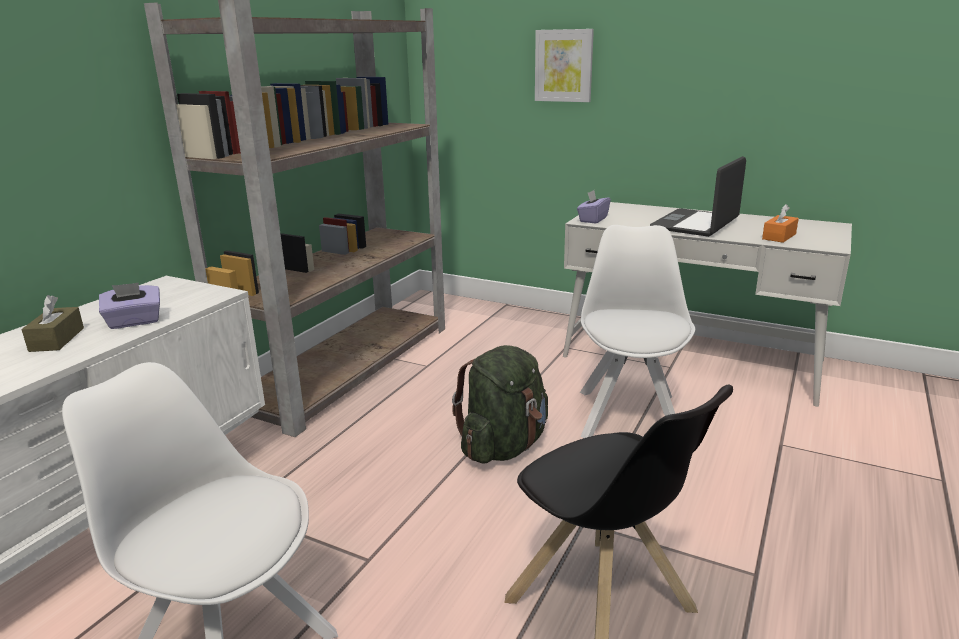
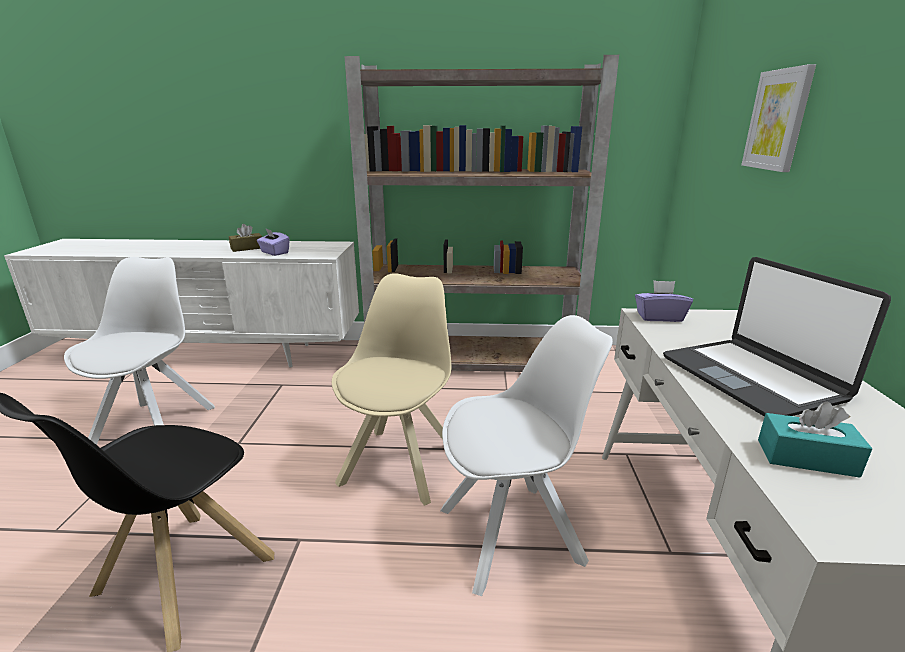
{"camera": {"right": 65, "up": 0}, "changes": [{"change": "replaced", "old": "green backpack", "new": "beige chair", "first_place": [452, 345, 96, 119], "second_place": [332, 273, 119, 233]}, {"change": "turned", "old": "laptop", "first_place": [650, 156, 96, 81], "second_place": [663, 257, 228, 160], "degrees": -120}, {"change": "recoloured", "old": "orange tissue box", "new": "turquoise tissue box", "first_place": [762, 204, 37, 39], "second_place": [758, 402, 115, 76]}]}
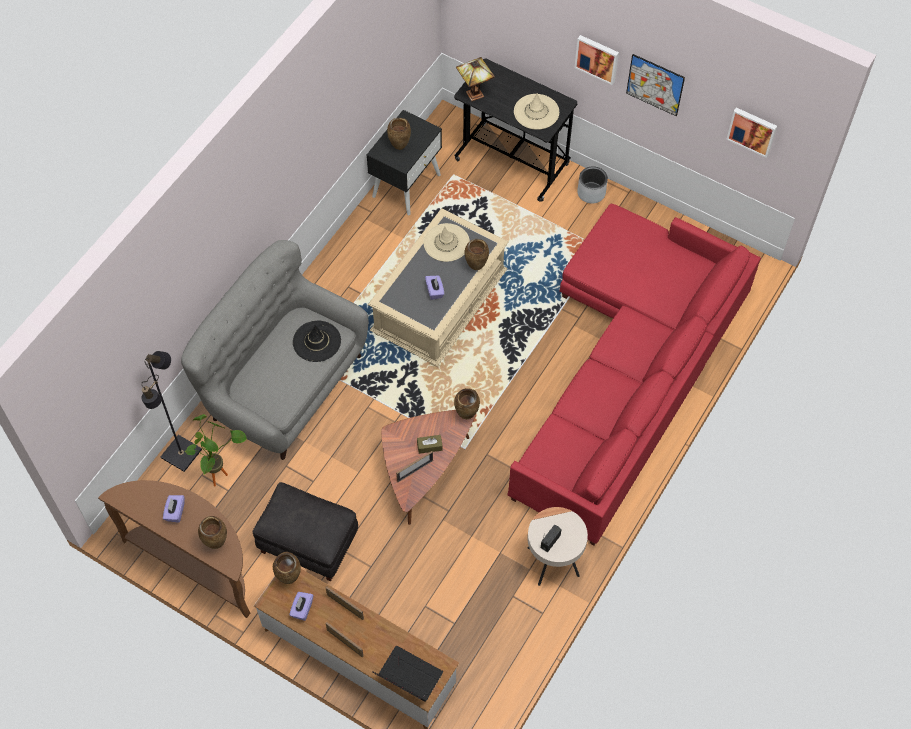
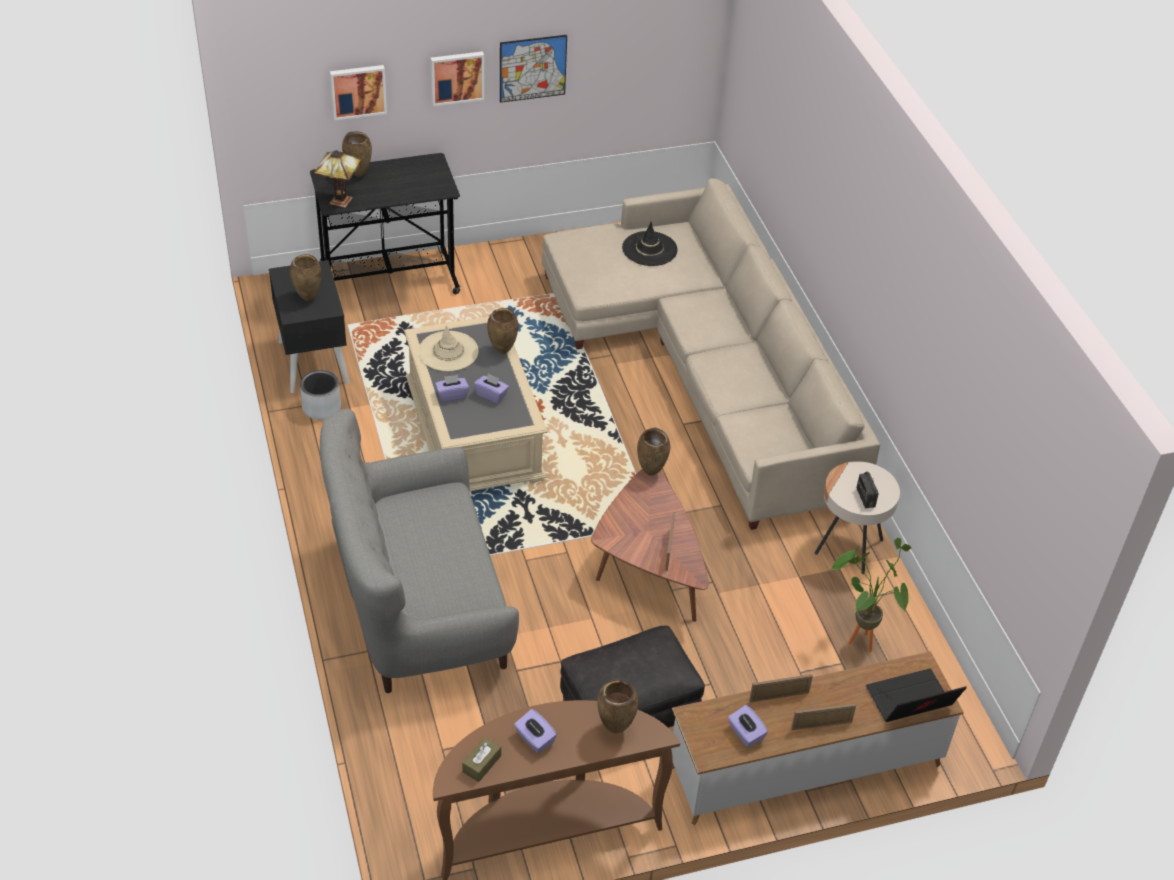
{"camera": {"right": -50, "up": -15}, "changes": [{"change": "removed", "old": "black floor lamp", "first_place": [141, 351, 61, 121]}, {"change": "moved", "old": "potted plant", "first_place": [185, 414, 62, 72], "second_place": [831, 538, 81, 114]}, {"change": "moved", "old": "brown vase", "first_place": [273, 552, 28, 32], "second_place": [342, 132, 30, 45]}, {"change": "moved", "old": "black hat", "first_place": [293, 321, 48, 41], "second_place": [622, 222, 56, 44]}, {"change": "moved", "old": "brown tissue box", "first_place": [417, 435, 26, 19], "second_place": [462, 737, 39, 45]}, {"change": "recoloured", "old": "red sofa", "new": "beige sofa", "first_place": [507, 203, 254, 342], "second_place": [542, 178, 338, 352]}, {"change": "removed", "old": "beige hat", "first_place": [514, 93, 45, 37]}, {"change": "moved", "old": "grey planter", "first_place": [577, 166, 31, 37], "second_place": [300, 370, 41, 50]}, {"change": "moved", "old": "picture", "first_place": [726, 108, 51, 50], "second_place": [330, 65, 57, 55]}, {"change": "added", "new": "purple tissue box", "second_place": [435, 375, 34, 27]}]}
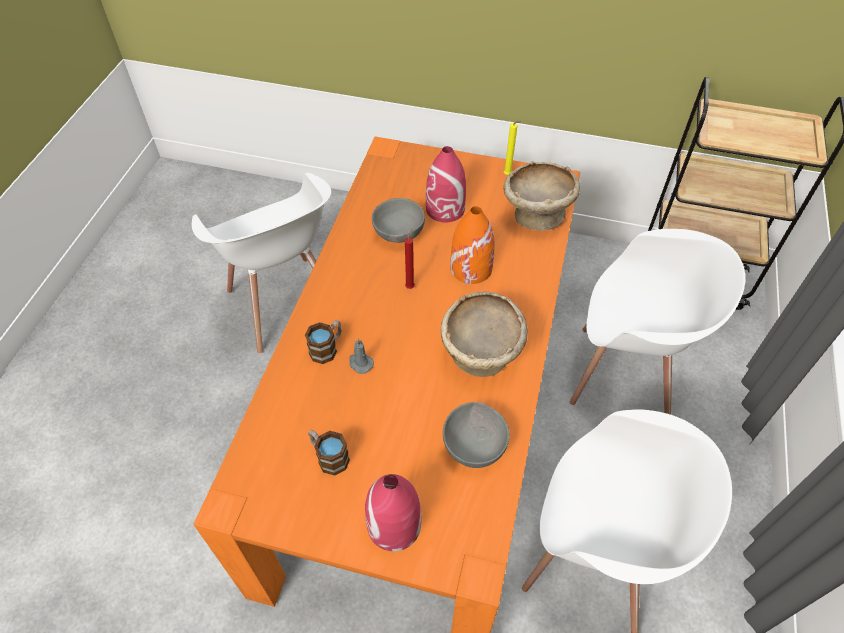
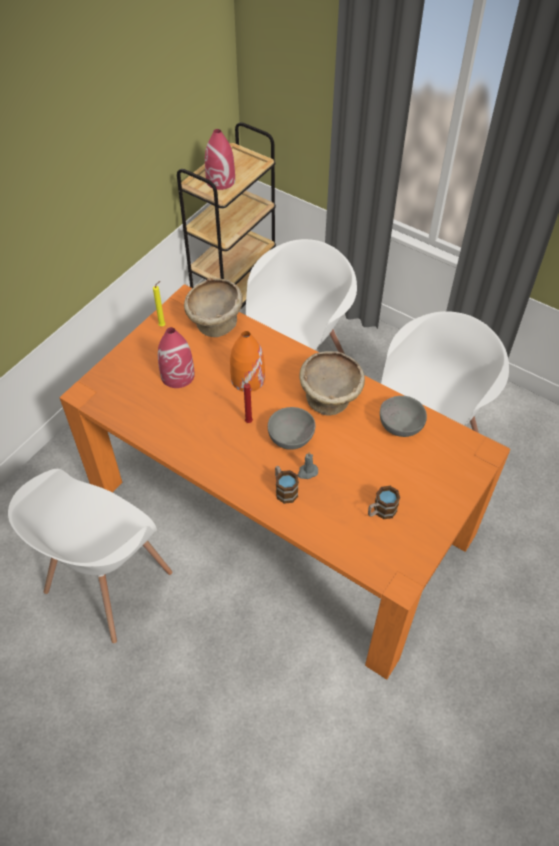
{"camera": {"right": -70, "up": 0}, "changes": [{"change": "turned", "old": "white chair", "first_place": [192, 173, 139, 180], "second_place": [8, 469, 164, 174], "degrees": 135}, {"change": "moved", "old": "red vase", "first_place": [365, 474, 56, 77], "second_place": [205, 129, 30, 61]}, {"change": "moved", "old": "grey bowl", "first_place": [372, 198, 53, 45], "second_place": [268, 407, 47, 43]}]}
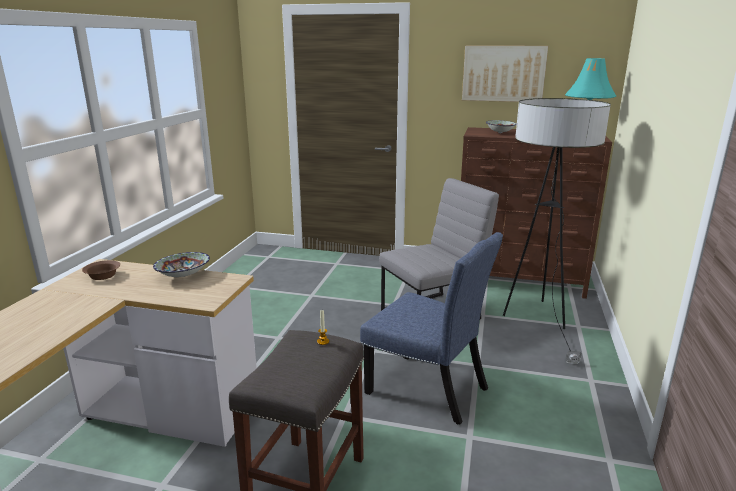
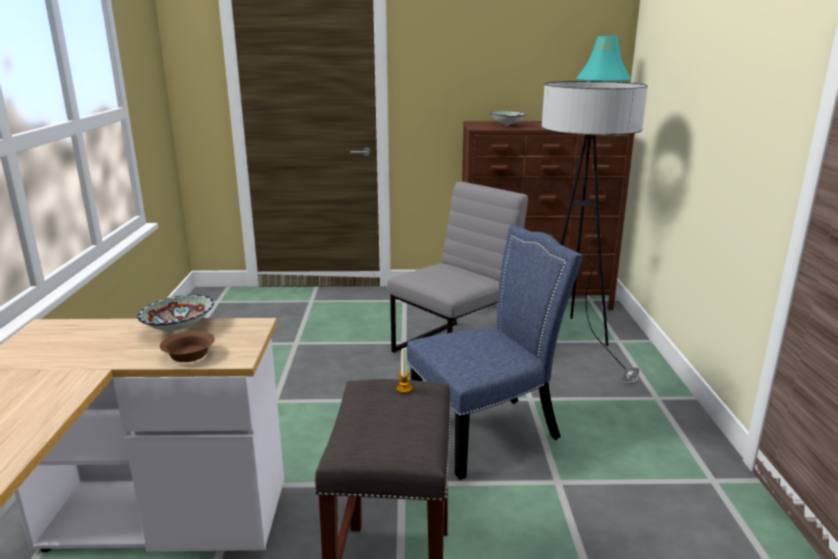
{"camera": {"right": -15, "up": 0}, "changes": [{"change": "moved", "old": "brown bowl", "first_place": [82, 260, 38, 20], "second_place": [160, 331, 55, 31]}, {"change": "turned", "old": "blue chair", "first_place": [360, 232, 143, 192], "second_place": [407, 224, 176, 256], "degrees": -45}, {"change": "removed", "old": "picture", "first_place": [462, 46, 86, 56]}]}
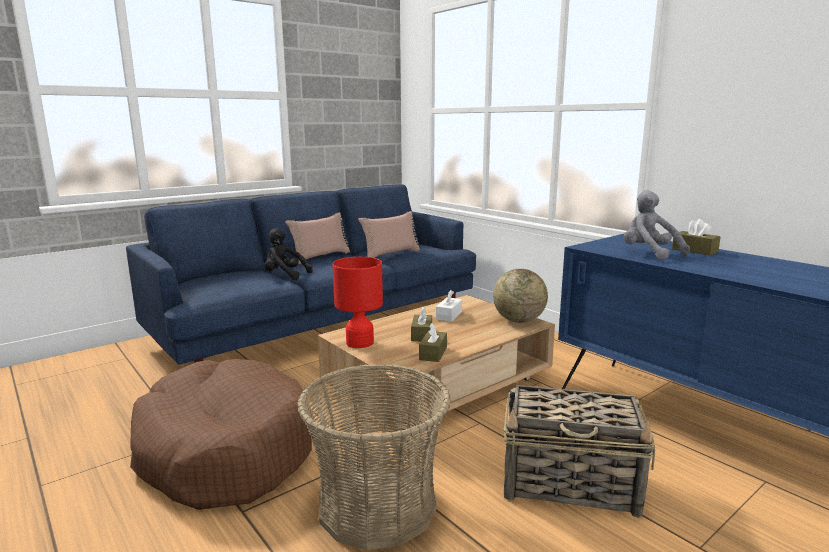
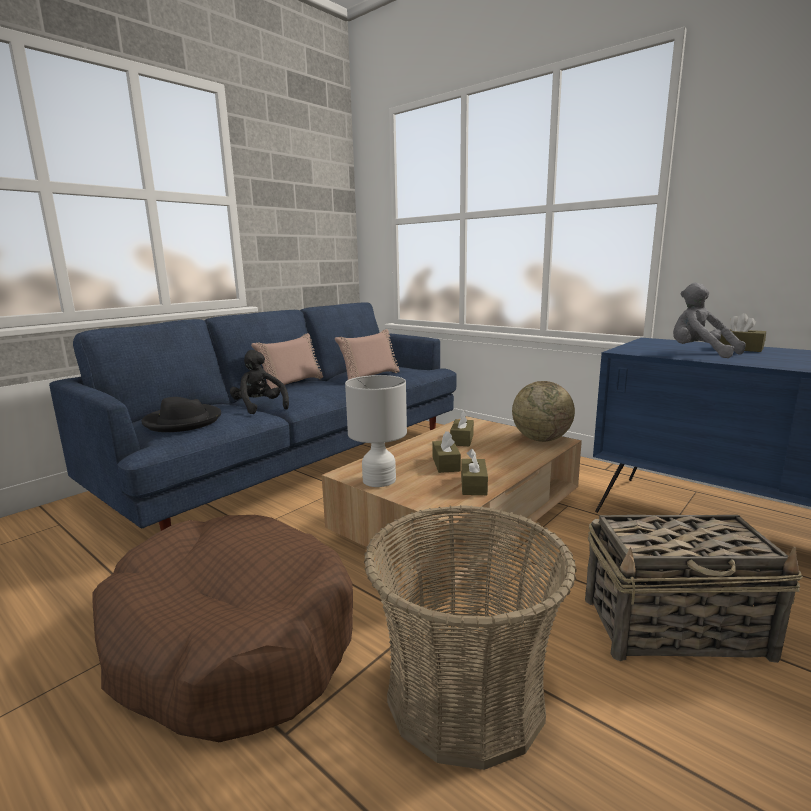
{"camera": {"right": -10, "up": 0}, "changes": [{"change": "turned", "old": "black plush toy", "first_place": [264, 228, 49, 52], "second_place": [230, 350, 59, 64], "degrees": 45}, {"change": "recoloured", "old": "red table lamp", "new": "grey table lamp", "first_place": [333, 257, 50, 91], "second_place": [345, 375, 62, 112]}, {"change": "recoloured", "old": "white tissue box", "new": "brown tissue box", "first_place": [436, 290, 26, 32], "second_place": [450, 410, 24, 37]}, {"change": "added", "new": "black hat", "second_place": [141, 397, 80, 35]}]}
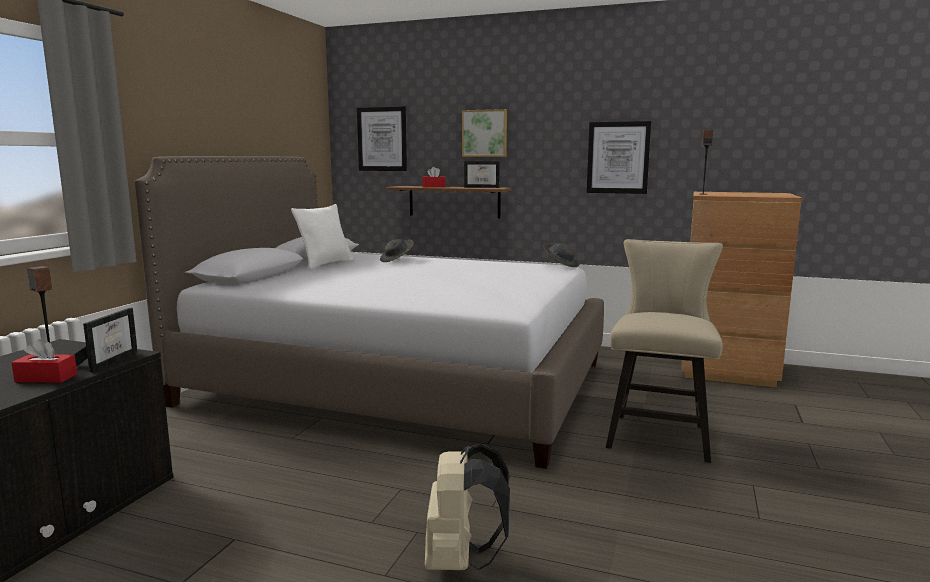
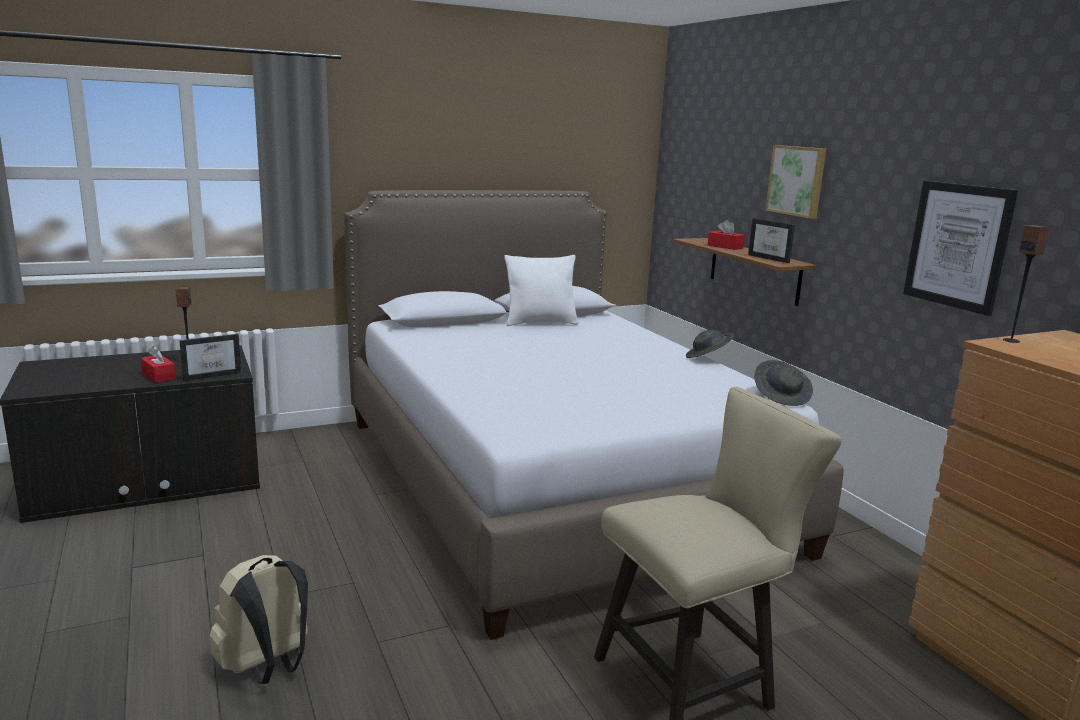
{"camera": {"right": 45, "up": 5}, "changes": [{"change": "removed", "old": "picture", "first_place": [357, 106, 50, 65]}, {"change": "moved", "old": "grey hat", "first_place": [380, 239, 34, 23], "second_place": [686, 330, 48, 28]}]}
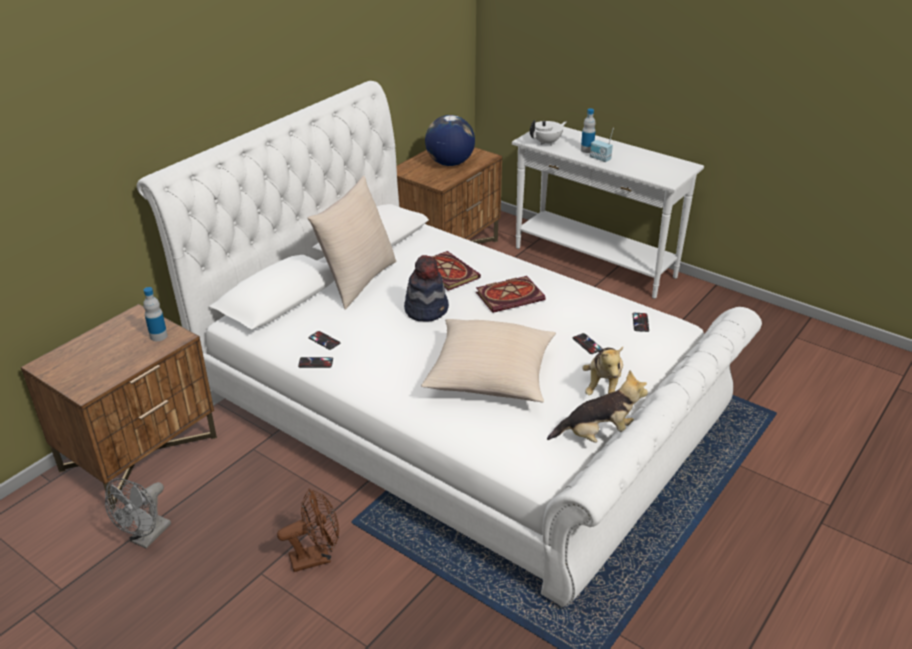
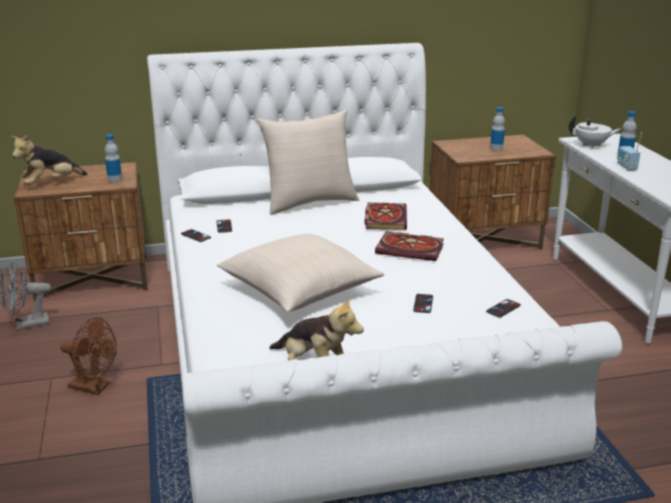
{"camera": {"right": 40, "up": -10}, "changes": [{"change": "removed", "old": "hat", "first_place": [404, 255, 45, 66]}, {"change": "replaced", "old": "globe", "new": "bottle", "first_place": [425, 115, 50, 51], "second_place": [490, 107, 15, 44]}, {"change": "moved", "old": "plush toy", "first_place": [583, 347, 40, 48], "second_place": [11, 135, 77, 49]}]}
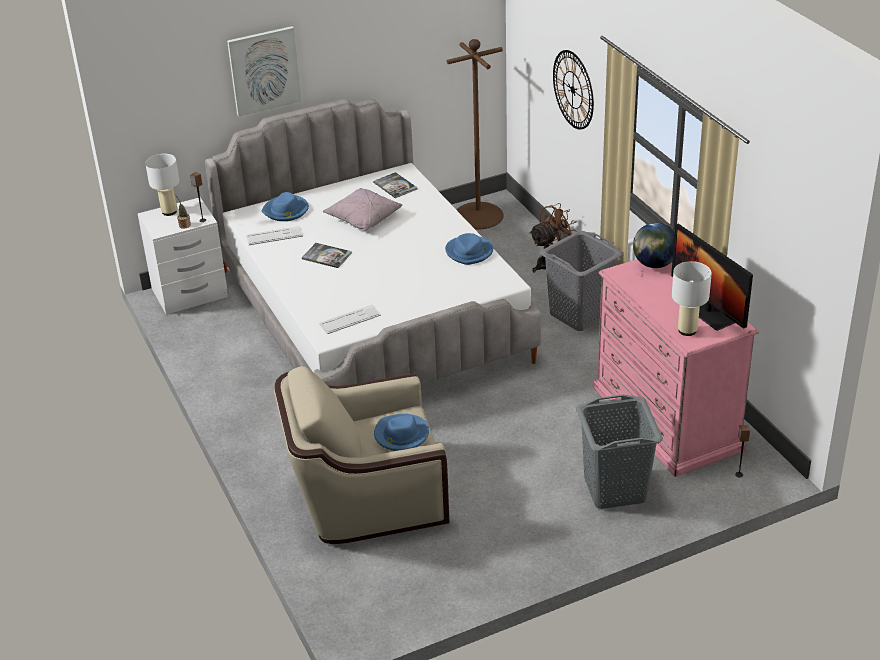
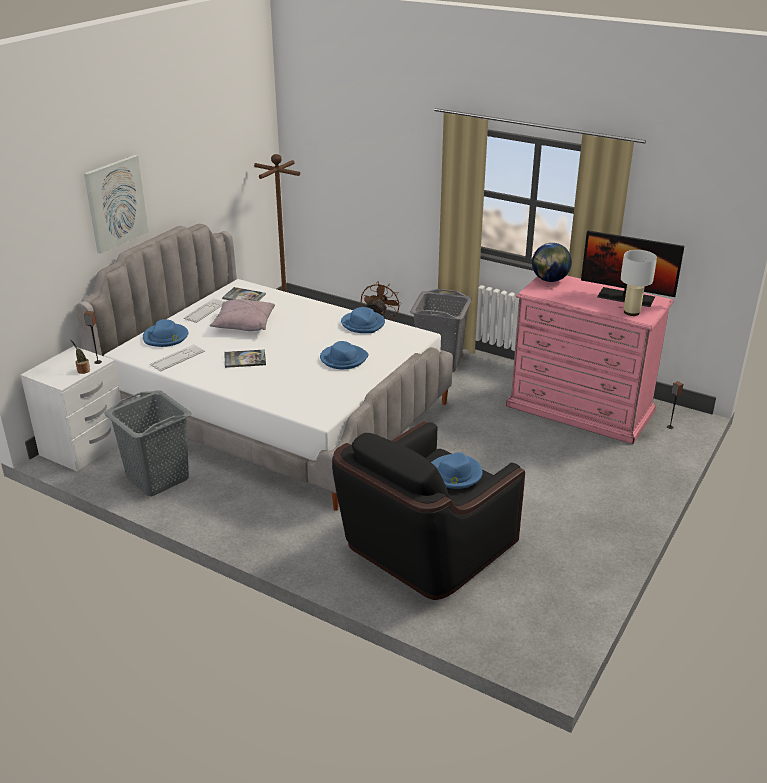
{"camera": {"right": -35, "up": -5}, "changes": [{"change": "removed", "old": "white table lamp", "first_place": [145, 154, 35, 62]}, {"change": "recoloured", "old": "beige armchair", "new": "black armchair", "first_place": [274, 366, 175, 178], "second_place": [332, 421, 193, 179]}, {"change": "moved", "old": "keyboard", "first_place": [319, 305, 62, 29], "second_place": [183, 298, 41, 25]}, {"change": "removed", "old": "wall clock", "first_place": [553, 50, 41, 80]}, {"change": "moved", "old": "grey laundry basket", "first_place": [576, 395, 87, 114], "second_place": [104, 390, 88, 106]}, {"change": "added", "new": "blue hat", "second_place": [320, 341, 49, 28]}]}
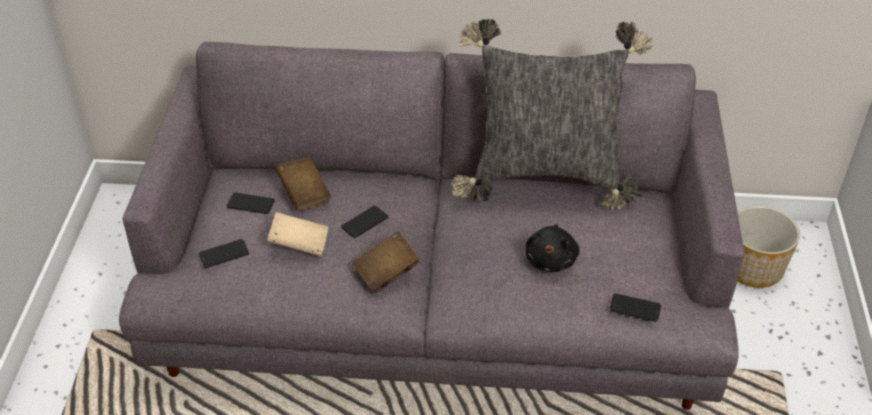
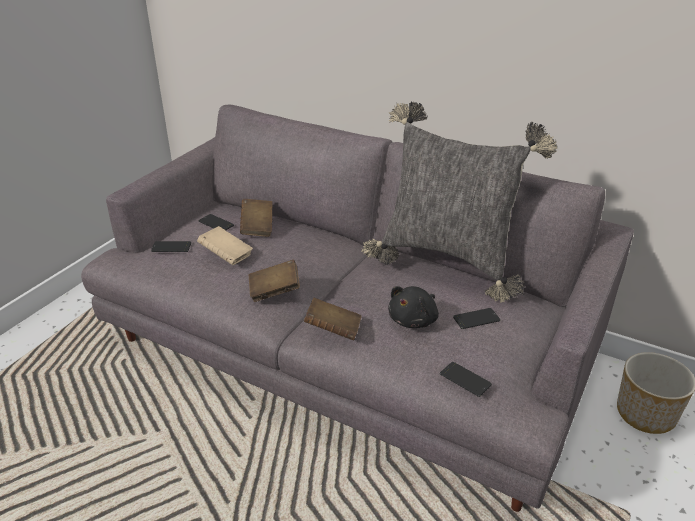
{"camera": {"right": 25, "up": -10}, "changes": [{"change": "moved", "old": "phone", "first_place": [341, 206, 47, 32], "second_place": [453, 308, 47, 21]}, {"change": "added", "new": "brown book", "second_place": [304, 298, 58, 43]}]}
